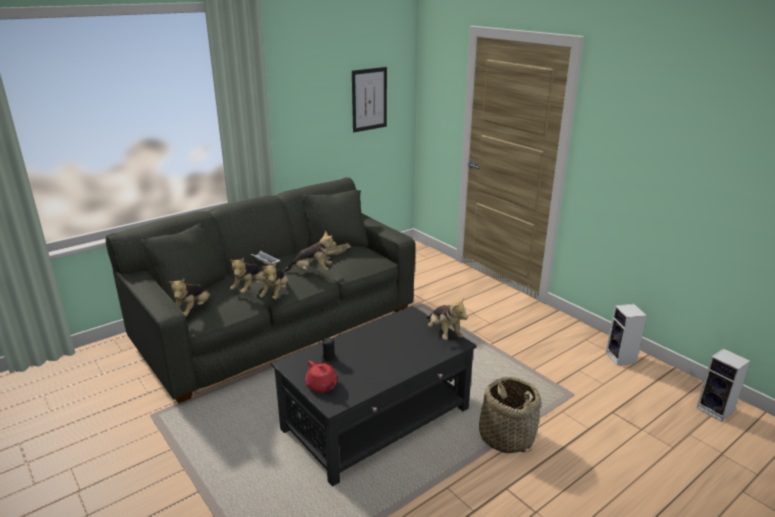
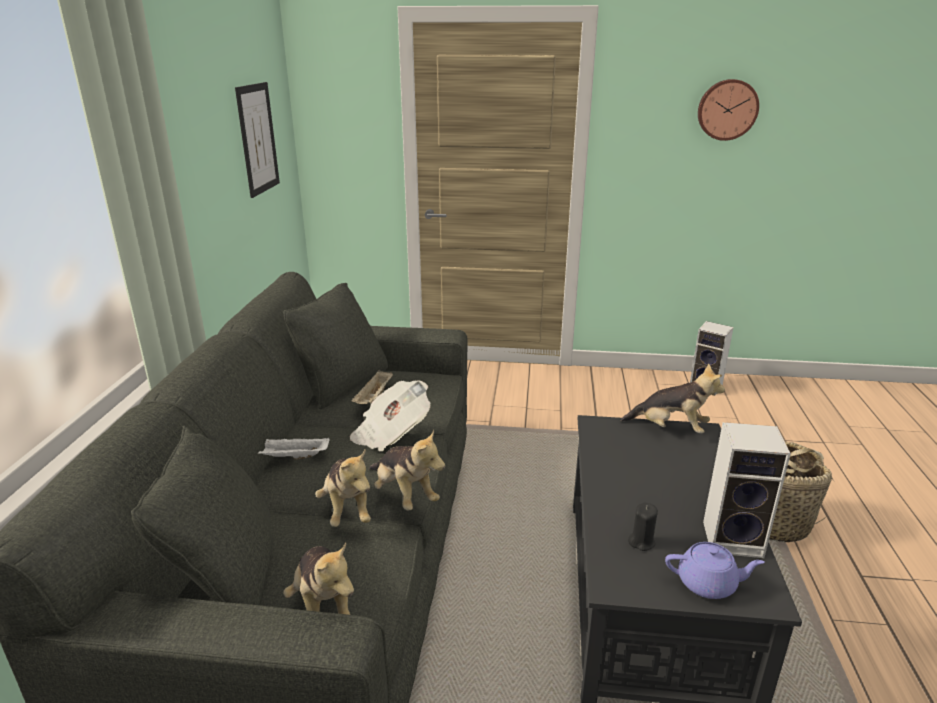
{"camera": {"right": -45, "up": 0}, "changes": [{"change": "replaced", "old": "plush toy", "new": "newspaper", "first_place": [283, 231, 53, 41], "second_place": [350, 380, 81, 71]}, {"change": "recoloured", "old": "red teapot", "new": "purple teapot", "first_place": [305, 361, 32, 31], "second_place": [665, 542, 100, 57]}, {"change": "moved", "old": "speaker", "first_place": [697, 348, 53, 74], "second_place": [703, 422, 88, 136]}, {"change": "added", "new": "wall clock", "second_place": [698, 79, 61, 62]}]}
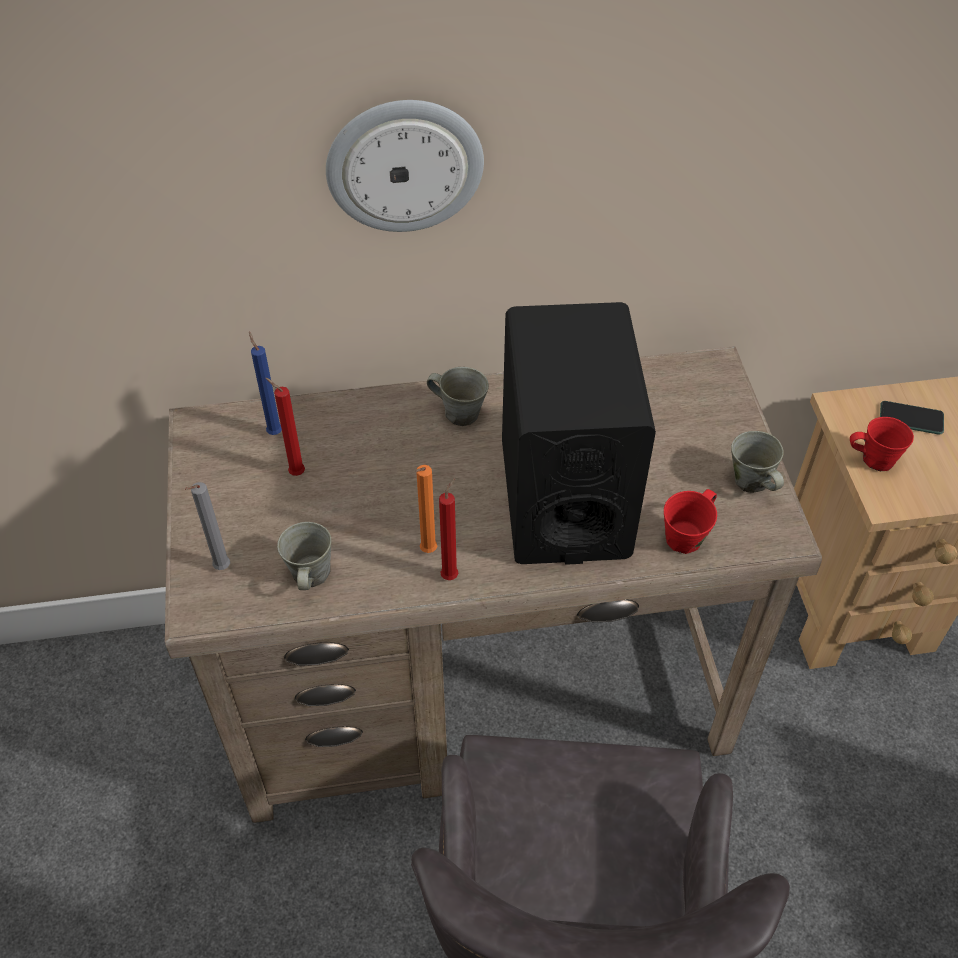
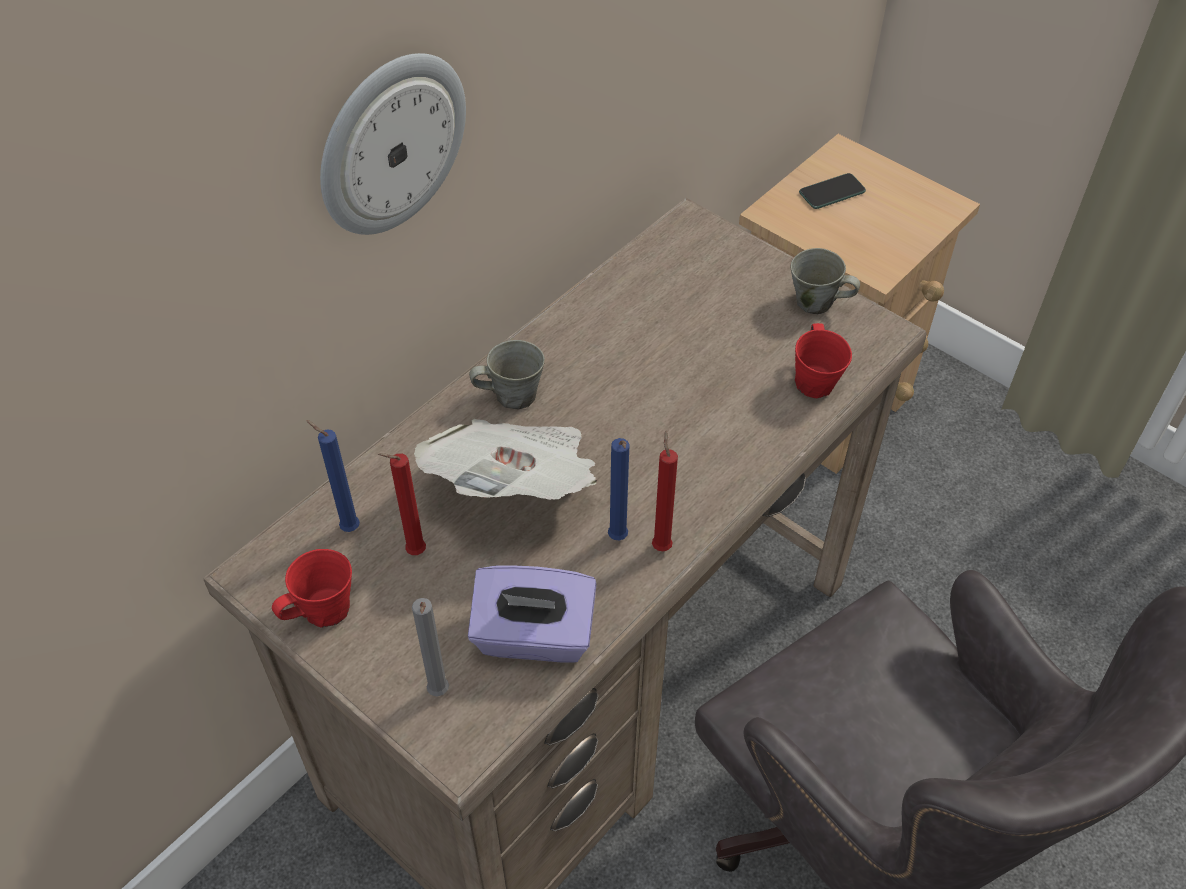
{"camera": {"right": -40, "up": 0}, "changes": [{"change": "replaced", "old": "grey mug", "new": "purple tissue box", "first_place": [277, 522, 55, 68], "second_place": [468, 566, 129, 96]}, {"change": "recoloured", "old": "orange candle", "new": "blue candle", "first_place": [415, 465, 22, 88], "second_place": [608, 438, 22, 103]}, {"change": "removed", "old": "black speaker", "first_place": [502, 302, 154, 263]}, {"change": "moved", "old": "red mug", "first_place": [850, 417, 64, 54], "second_place": [272, 549, 80, 79]}, {"change": "added", "new": "newspaper", "second_place": [414, 419, 183, 81]}]}
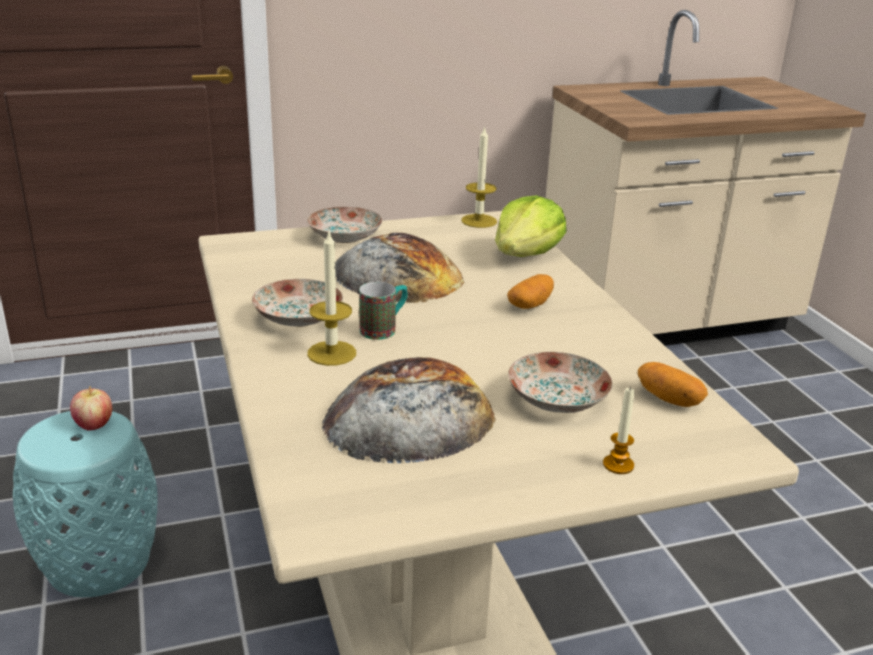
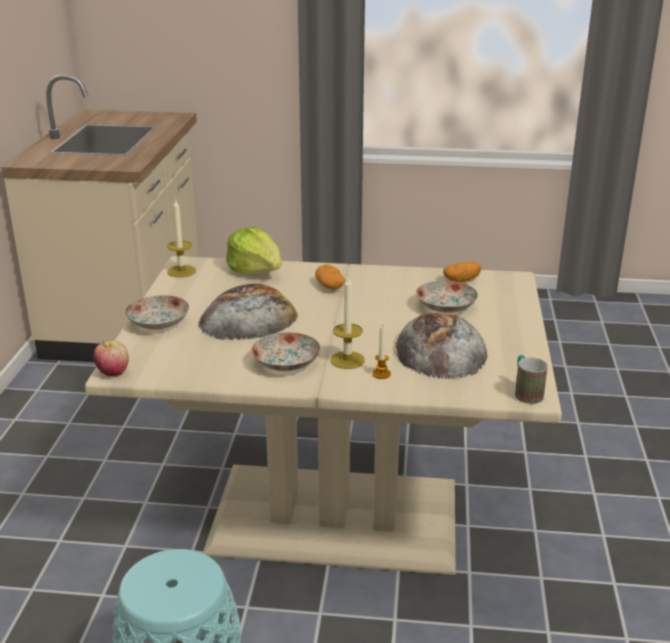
{"camera": {"right": -65, "up": 0}, "changes": [{"change": "moved", "old": "apple", "first_place": [70, 386, 42, 45], "second_place": [94, 341, 35, 36]}, {"change": "moved", "old": "mug", "first_place": [359, 282, 49, 58], "second_place": [515, 355, 33, 49]}, {"change": "moved", "old": "candle", "first_place": [603, 387, 31, 87], "second_place": [372, 326, 19, 53]}]}
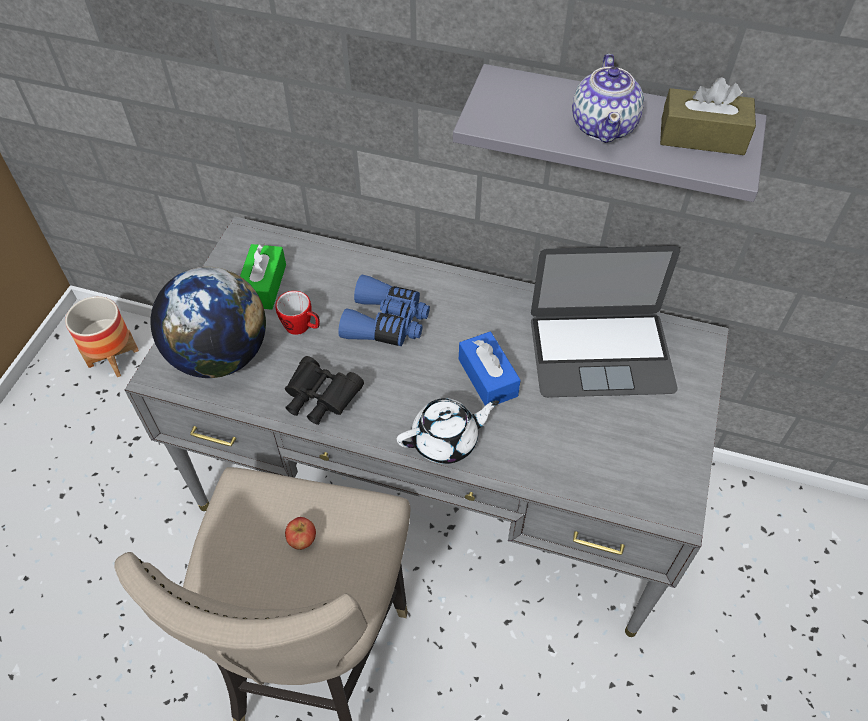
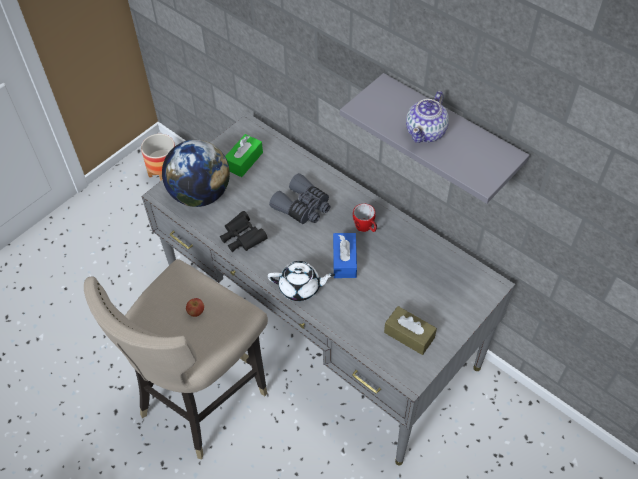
{"camera": {"right": 25, "up": 0}, "changes": [{"change": "moved", "old": "mug", "first_place": [275, 291, 45, 44], "second_place": [353, 204, 24, 28]}, {"change": "recoloured", "old": "blue binoculars", "new": "grey binoculars", "first_place": [338, 275, 92, 71], "second_place": [269, 173, 61, 51]}, {"change": "removed", "old": "laptop", "first_place": [531, 246, 149, 151]}, {"change": "moved", "old": "brown tissue box", "first_place": [660, 77, 96, 78], "second_place": [384, 306, 53, 49]}]}
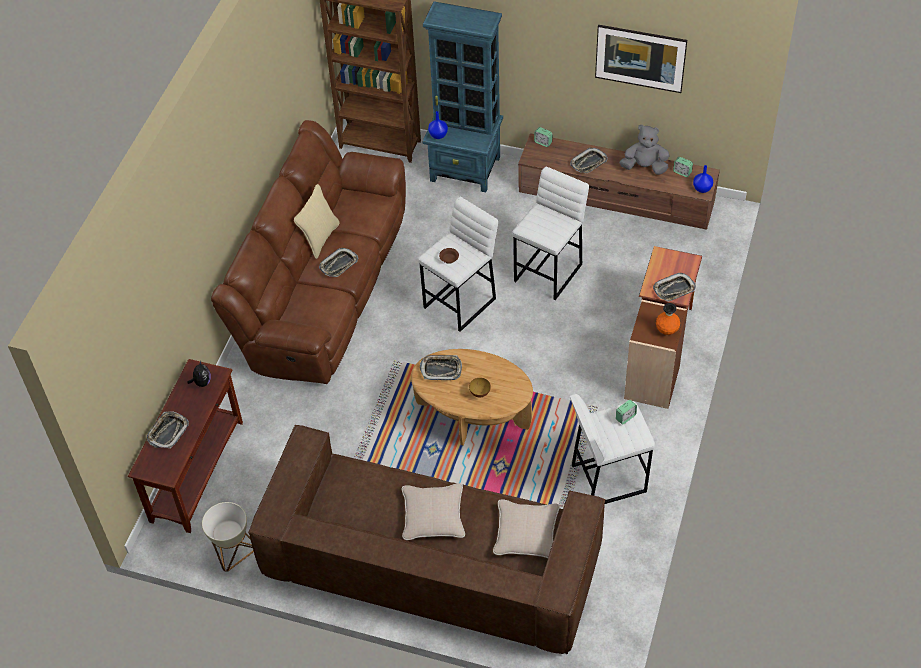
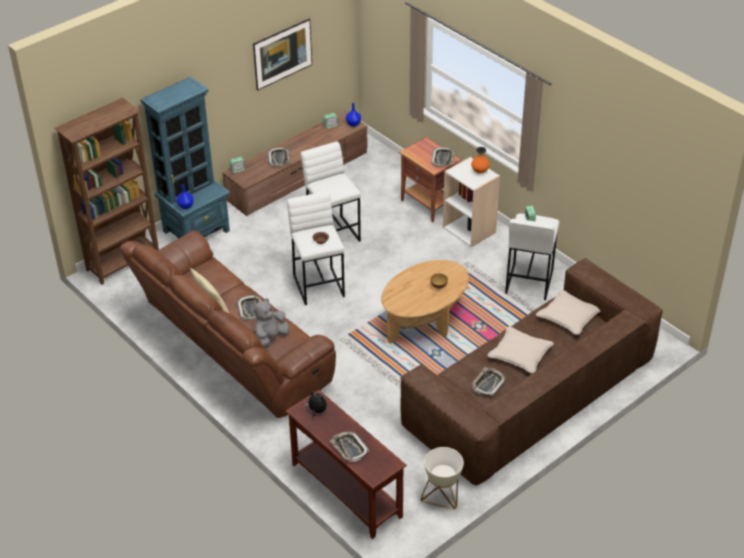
{"camera": {"right": -60, "up": -10}, "changes": [{"change": "moved", "old": "tray", "first_place": [420, 355, 42, 25], "second_place": [472, 368, 34, 28]}, {"change": "moved", "old": "grey plush toy", "first_place": [620, 124, 50, 51], "second_place": [253, 298, 36, 50]}, {"change": "recoloured", "old": "brown bookcase", "new": "white bookcase", "first_place": [624, 300, 64, 109], "second_place": [443, 157, 57, 91]}]}
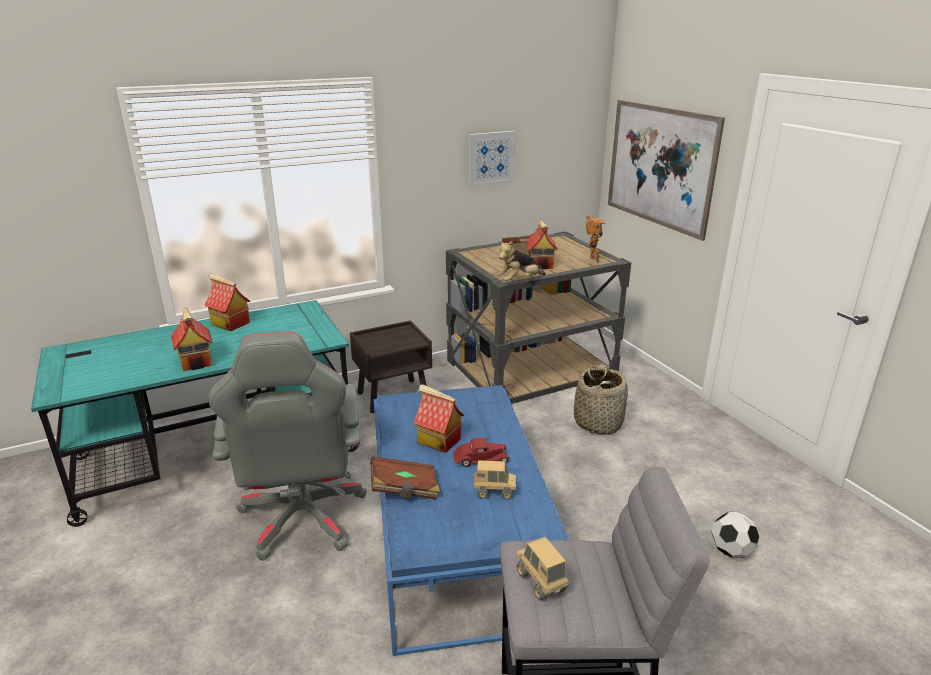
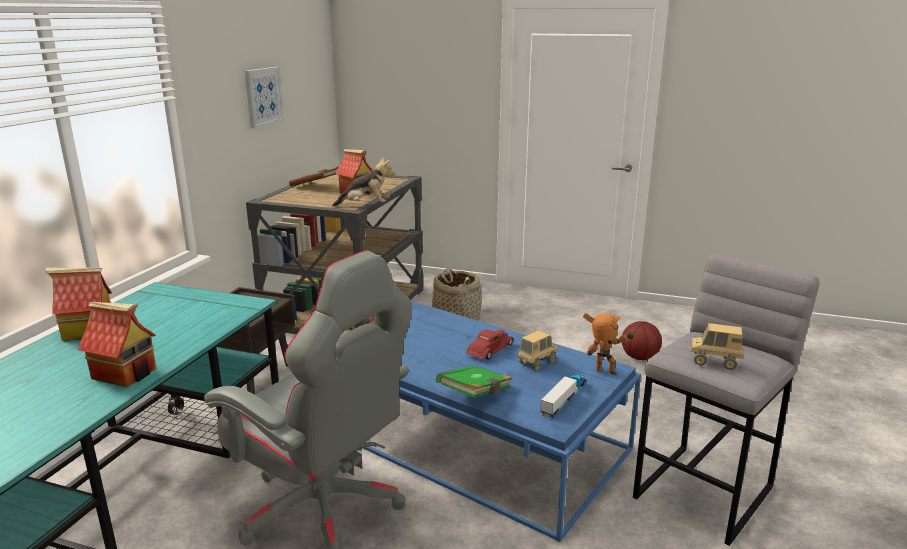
{"camera": {"right": -45, "up": -5}, "changes": [{"change": "recoloured", "old": "brown book", "new": "green book", "first_place": [370, 456, 70, 44], "second_place": [436, 366, 76, 32]}, {"change": "removed", "old": "toy house", "first_place": [414, 384, 50, 69]}, {"change": "turned", "old": "plush toy", "first_place": [497, 241, 49, 40], "second_place": [332, 157, 63, 49], "degrees": -105}, {"change": "moved", "old": "toy robot", "first_place": [586, 216, 20, 46], "second_place": [583, 313, 52, 62]}, {"change": "removed", "old": "picture", "first_place": [608, 100, 117, 141]}, {"change": "replaced", "old": "football", "new": "basketball", "first_place": [711, 512, 48, 46], "second_place": [622, 321, 40, 39]}, {"change": "added", "new": "toy truck", "second_place": [540, 373, 46, 45]}]}
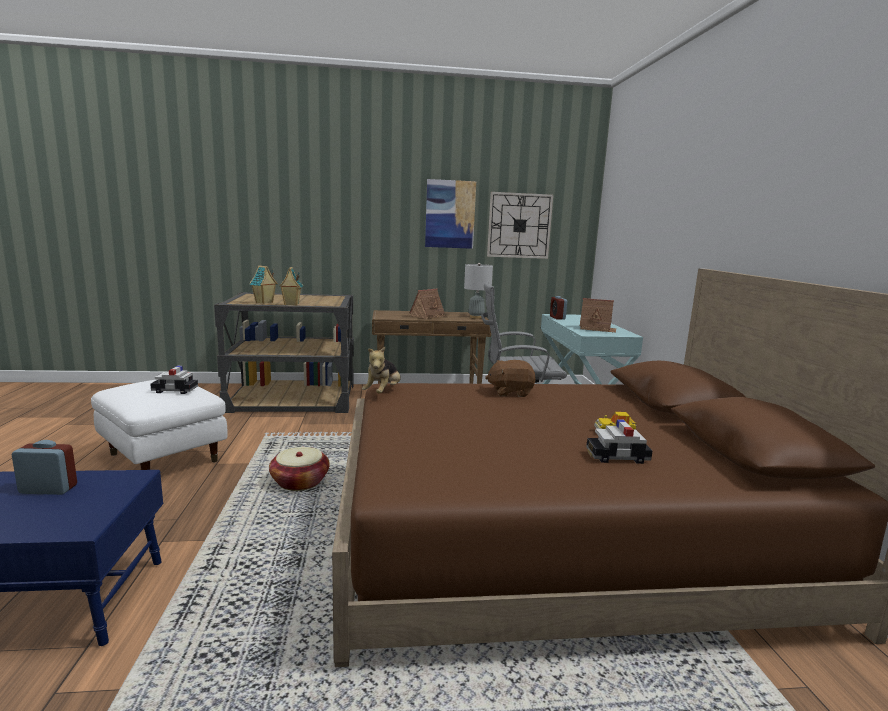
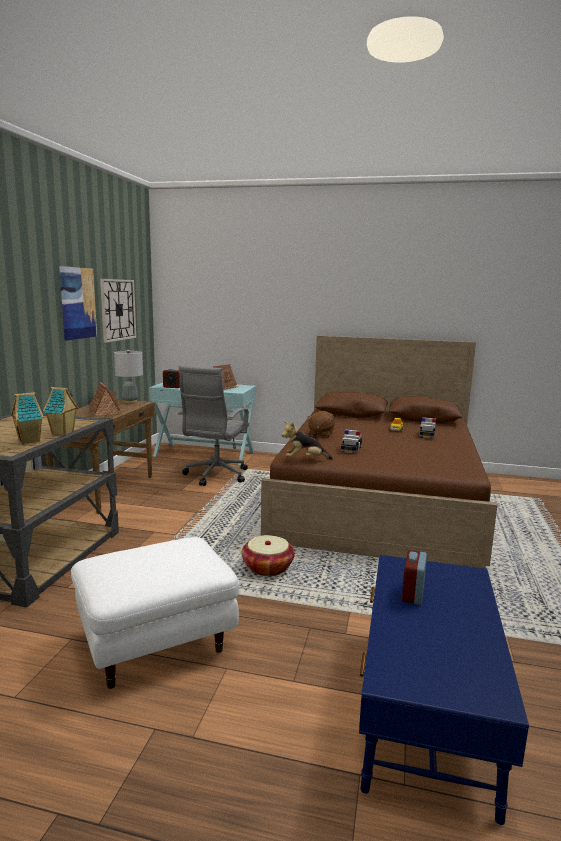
{"camera": {"right": -70, "up": 0}, "changes": [{"change": "moved", "old": "toy car", "first_place": [150, 366, 48, 28], "second_place": [341, 430, 21, 24]}, {"change": "turned", "old": "plush toy", "first_place": [362, 347, 39, 47], "second_place": [282, 421, 51, 38], "degrees": 135}]}
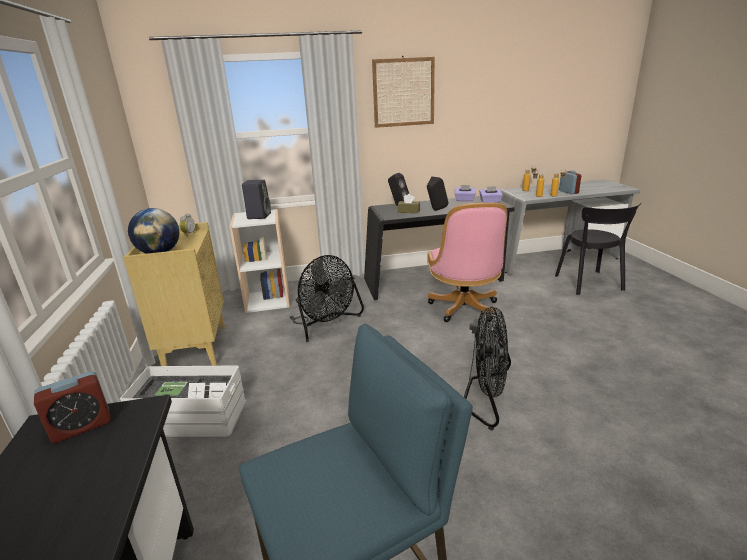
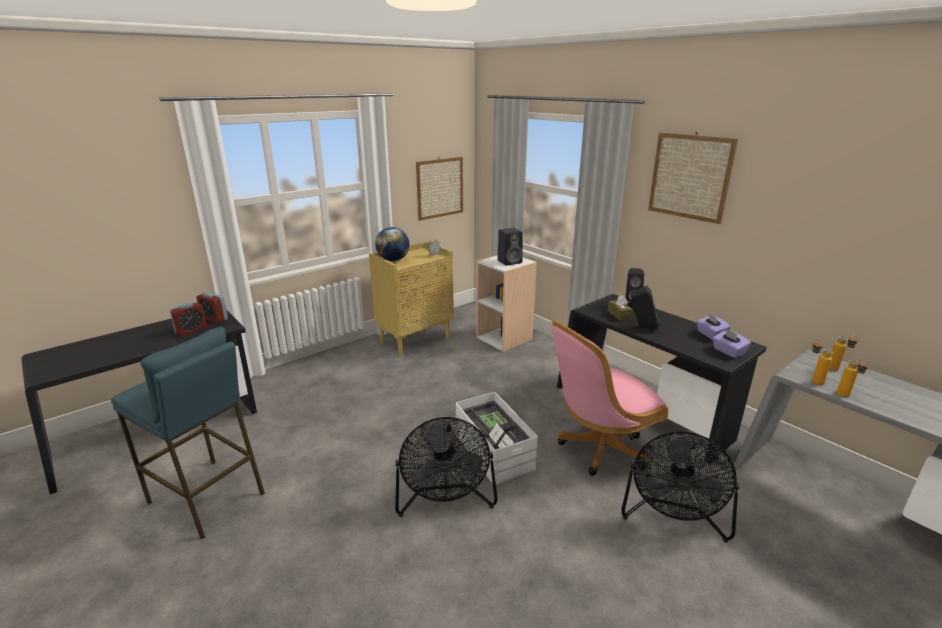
{"camera": {"right": 60, "up": 0}, "changes": [{"change": "moved", "old": "white storage box", "first_place": [120, 365, 126, 72], "second_place": [456, 392, 82, 93]}, {"change": "moved", "old": "black fan", "first_place": [290, 255, 74, 87], "second_place": [621, 430, 118, 113]}, {"change": "removed", "old": "black chair", "first_place": [555, 203, 86, 92]}, {"change": "moved", "old": "alarm clock", "first_place": [559, 170, 22, 24], "second_place": [170, 302, 37, 34]}, {"change": "added", "new": "picture", "second_place": [416, 157, 47, 64]}]}
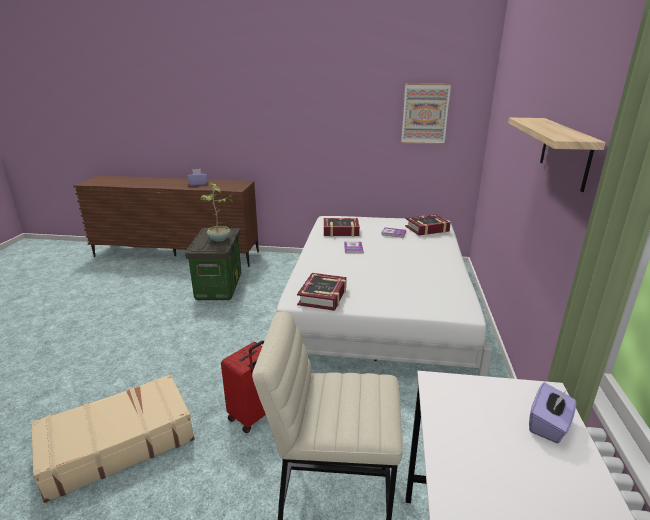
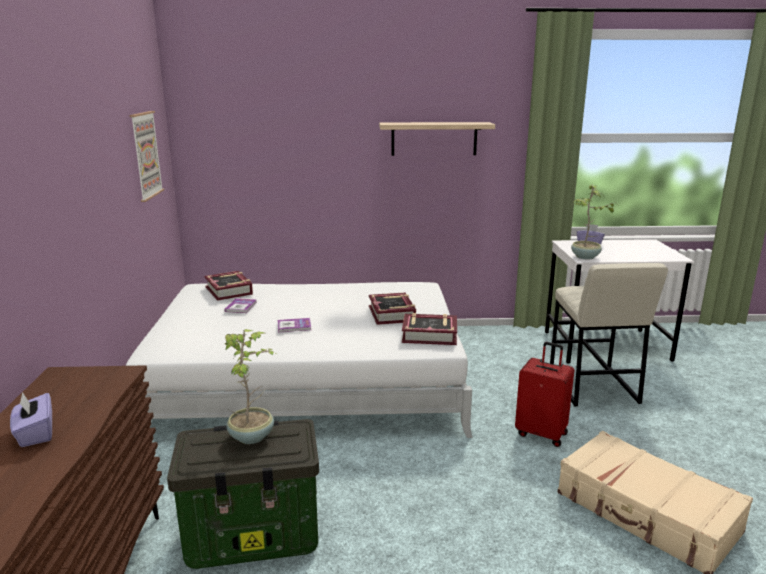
{"camera": {"right": -100, "up": -5}, "changes": [{"change": "moved", "old": "book", "first_place": [324, 218, 36, 19], "second_place": [369, 292, 47, 33]}, {"change": "added", "new": "potted plant", "second_place": [571, 184, 47, 75]}]}
